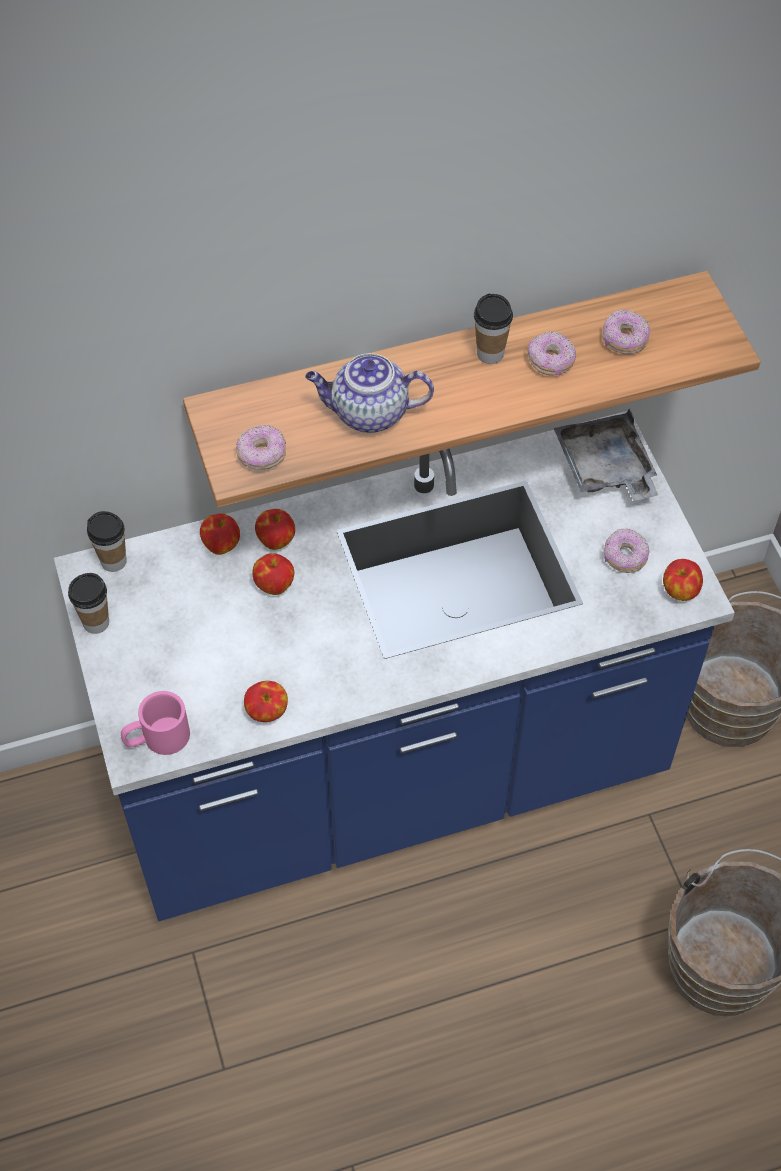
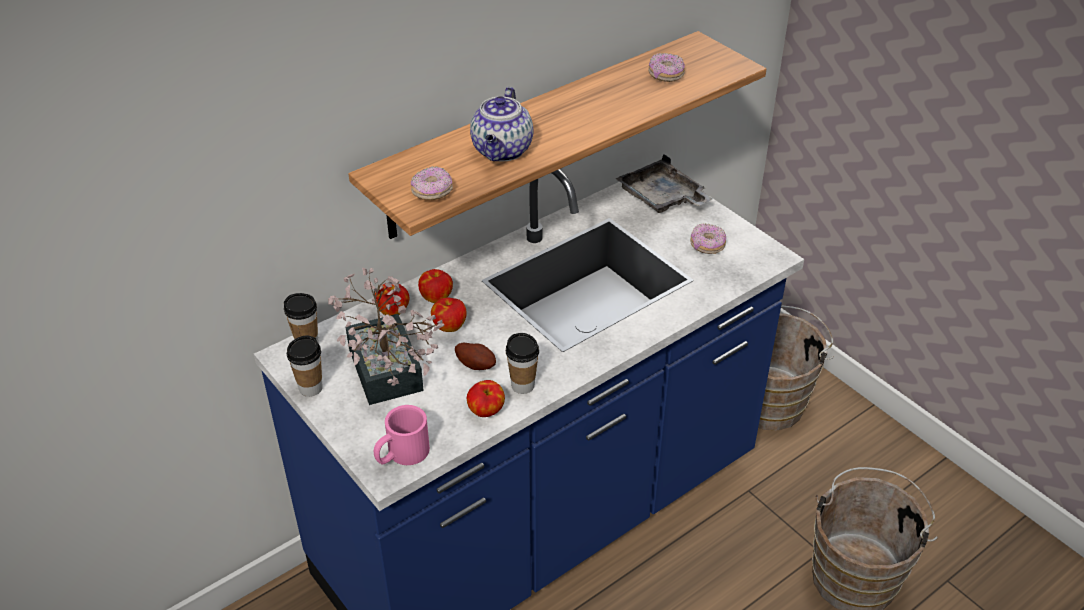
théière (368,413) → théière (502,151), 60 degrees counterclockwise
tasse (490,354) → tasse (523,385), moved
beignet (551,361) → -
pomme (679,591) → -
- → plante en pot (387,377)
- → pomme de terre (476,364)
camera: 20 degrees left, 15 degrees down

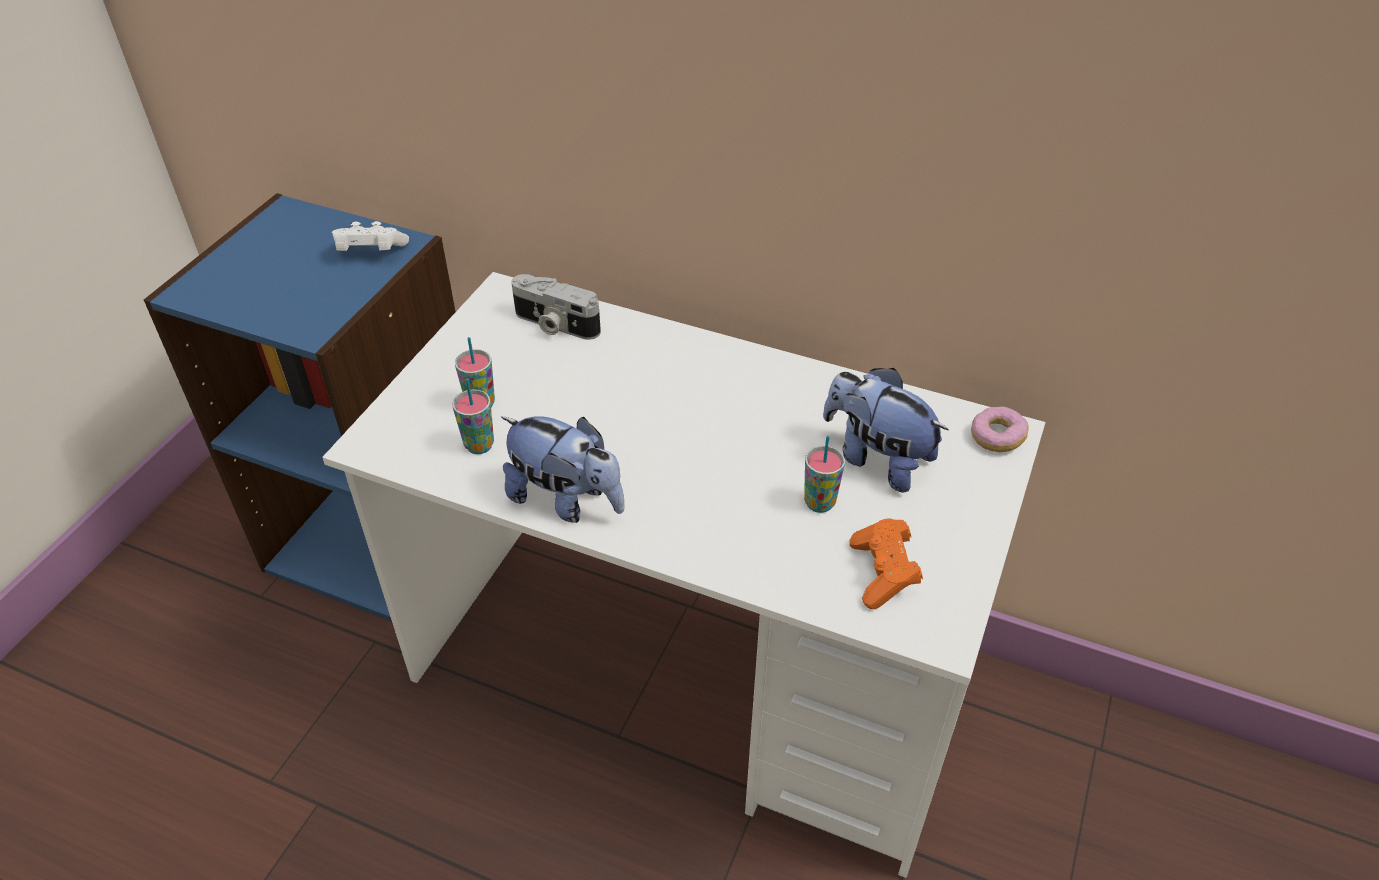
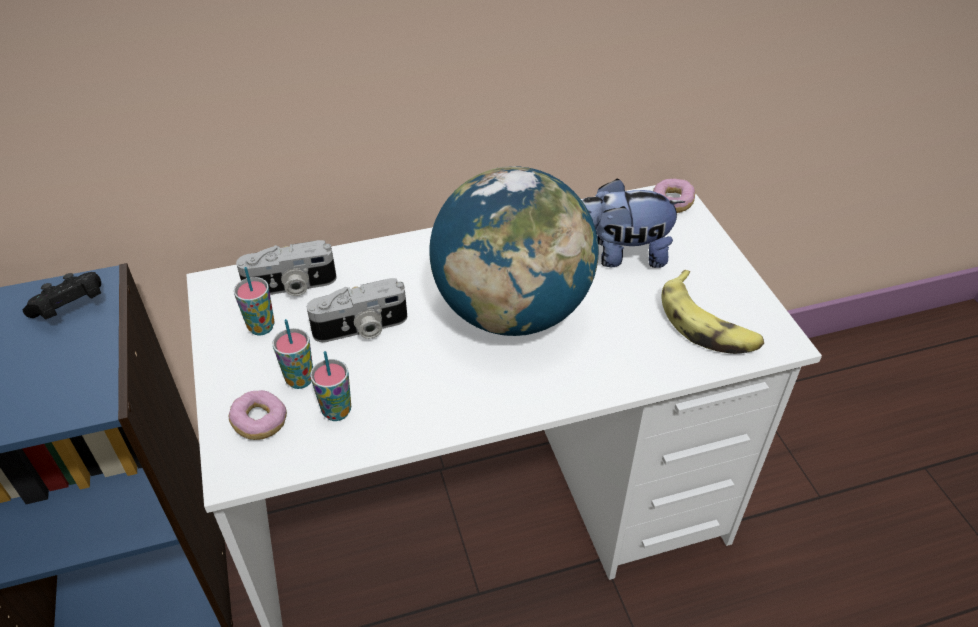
manette [blanc] (370,253) → manette [noir] (71,308)
peluche (566,500) → -
tasse (819,503) → tasse (261,327), moved
manette [orange] (883,574) → banane (708,324)
- → beignet (260,423)
- → appareil photo (361,329)
- → globe (512,311)
camera: 40 degrees left, 0 degrees up

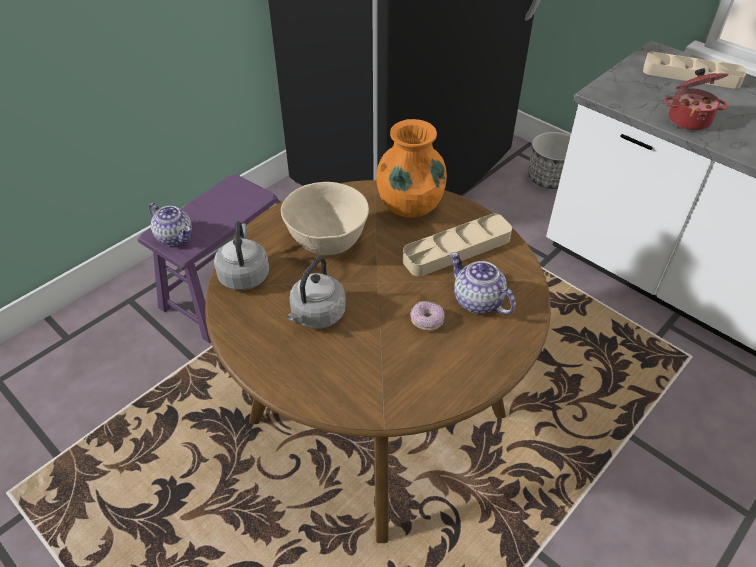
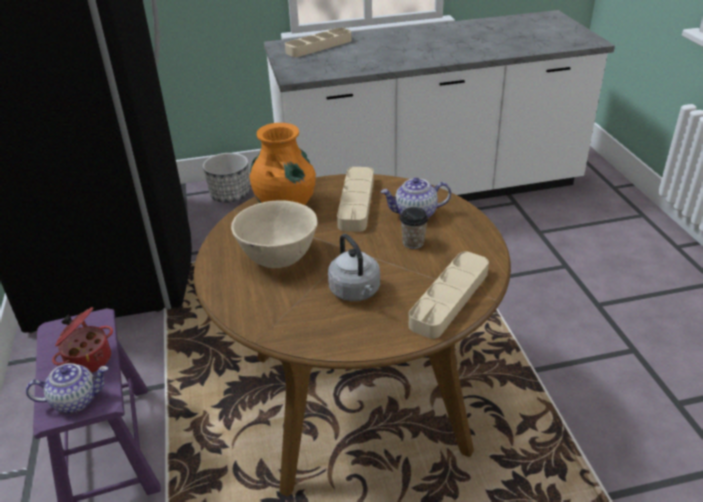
bouilloire [gris] (244,274) → -
beignet (426,321) → tasse (413,243)
marmite (688,119) → marmite (88,359), moved
- → plateau [beige] (449,298)
camera: 55 degrees left, 10 degrees down

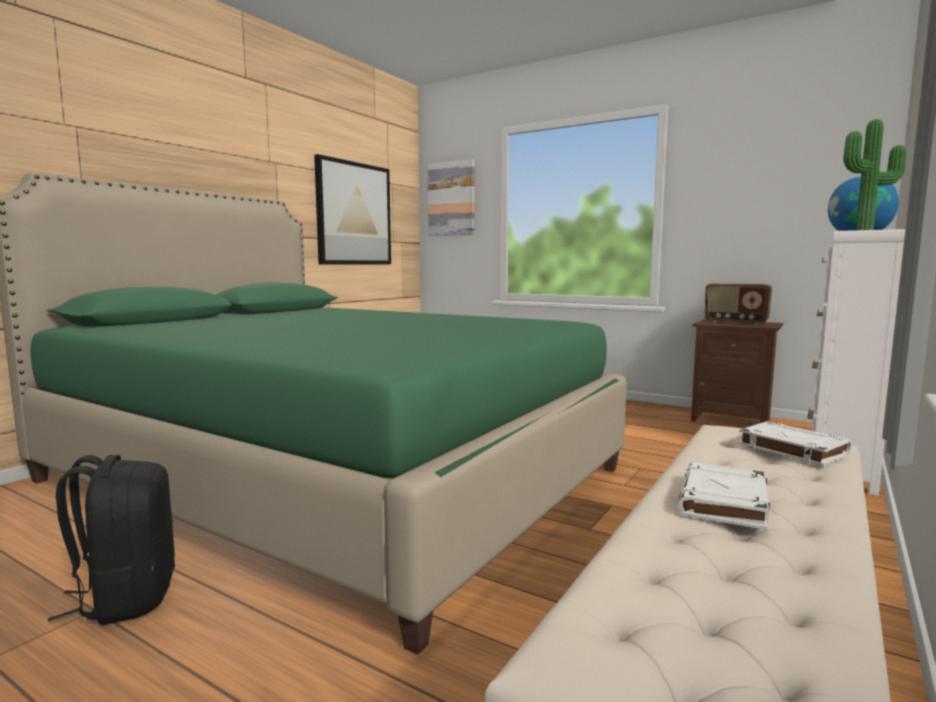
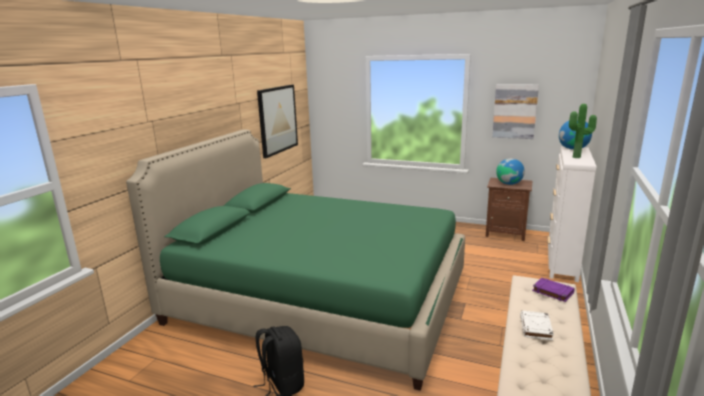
tableau (451,198) → tableau (515,111), moved
radio (736,323) → globe (509,184)
livre [blanc] (791,449) → livre [violet] (552,291)
camera: 10 degrees left, 10 degrees up

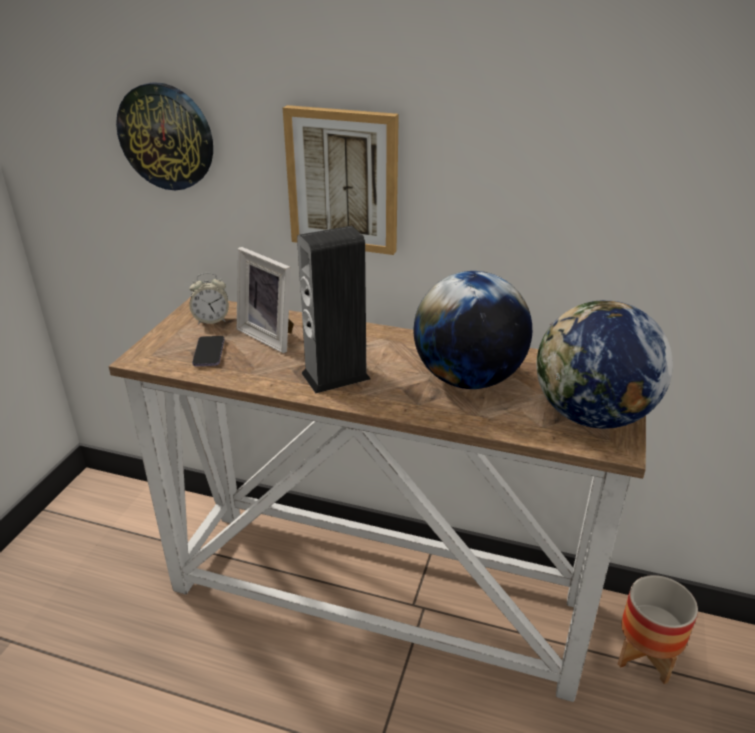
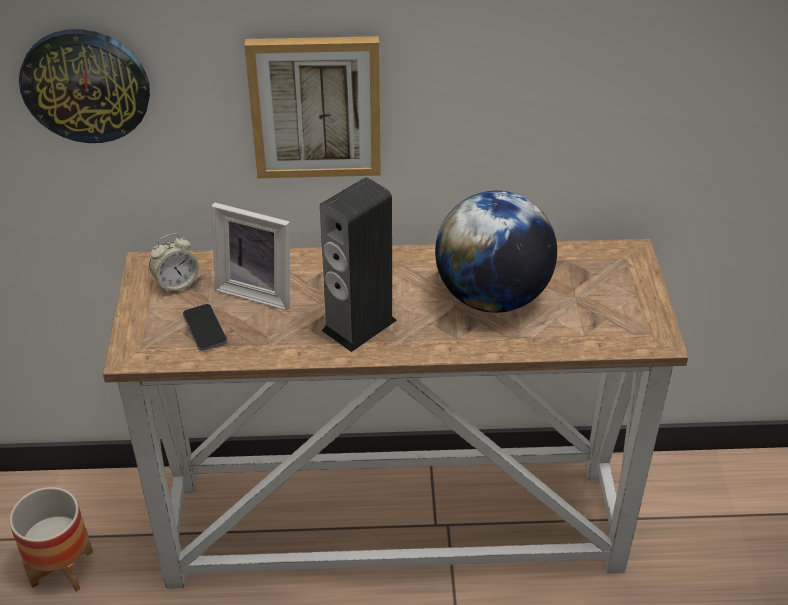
globe (592,416) → -
cache-pot (645,656) → cache-pot (62,568), moved
camera: 20 degrees left, 10 degrees up

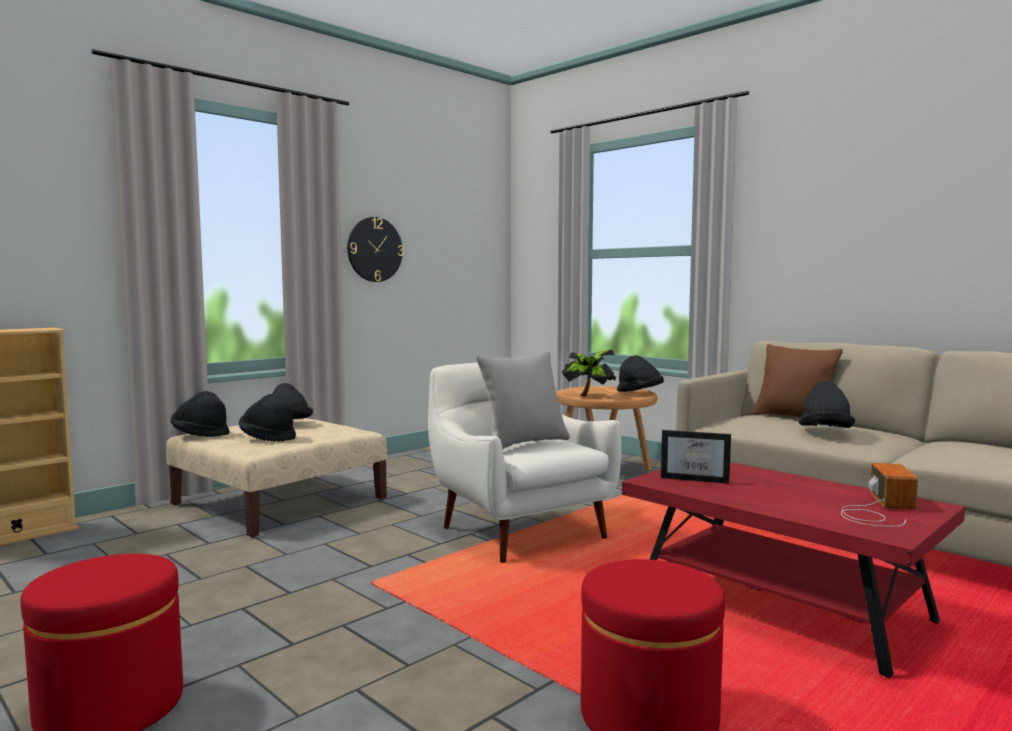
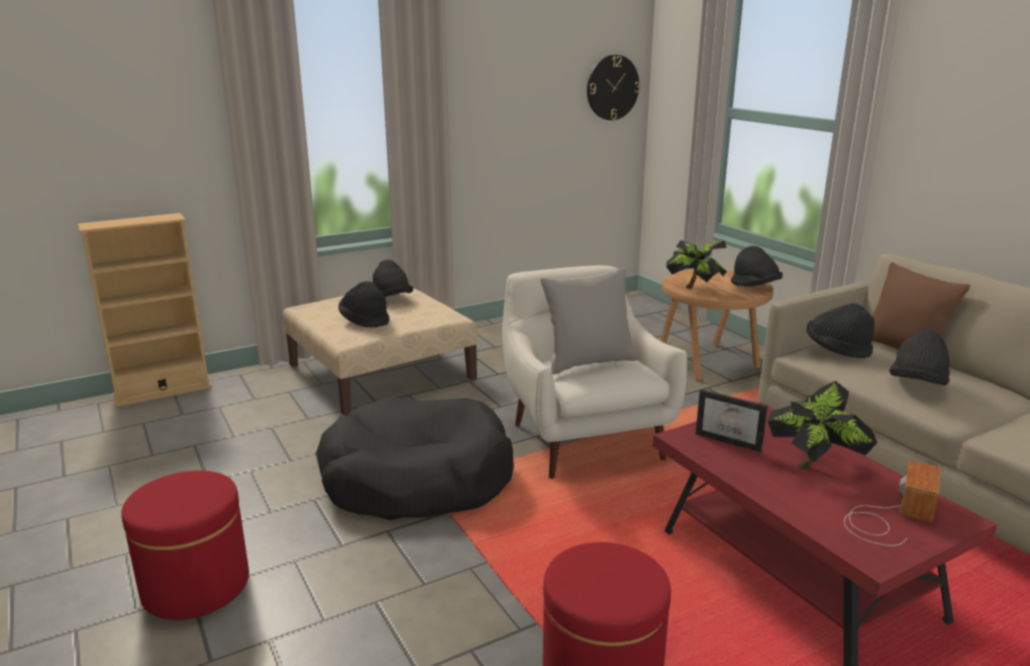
chapeau [noir] (200,434) → chapeau [noir] (837,350), moved
horloge murale (374,249) → horloge murale (612,87), moved
- → panier pour chien [noir] (417,479)
- → plante en pot (815,466)
camera: 15 degrees right, 15 degrees up

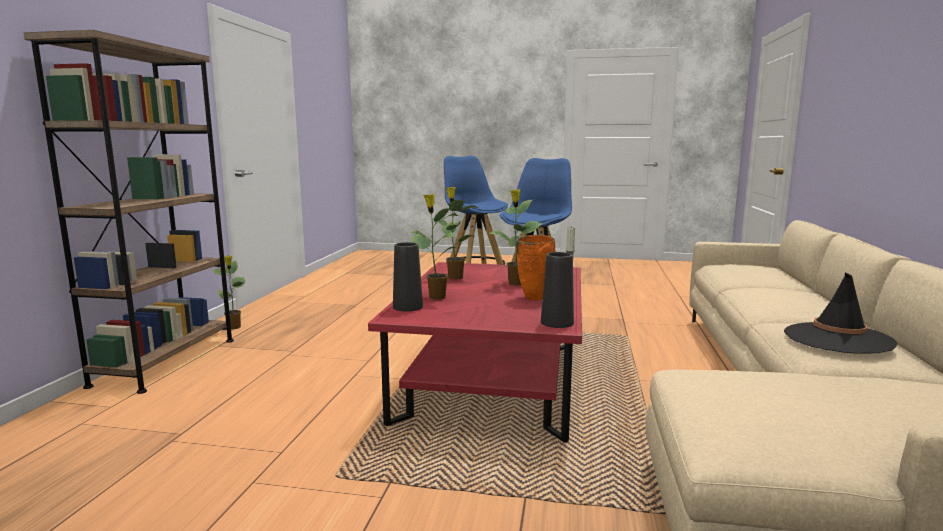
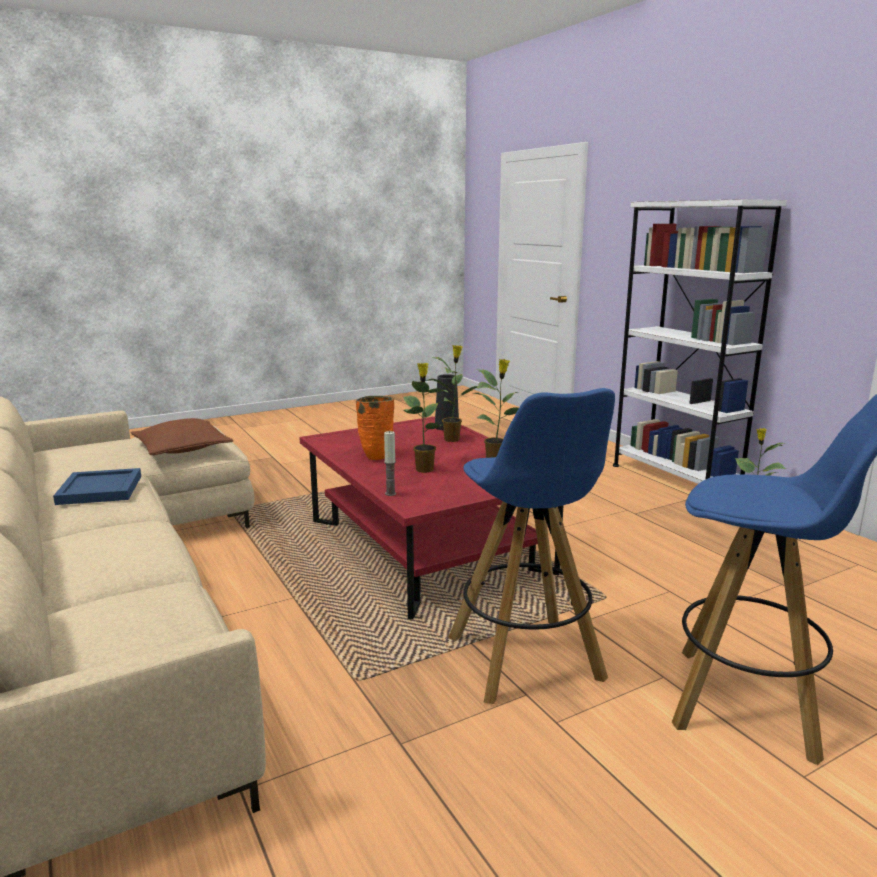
bibliothèque [marron] (166,361) → bibliothèque [blanc] (674,478)
vase [noir] (557,322) → -
chapeau [noir] (837,338) → plateau [bleu] (98,490)
- → coussin [marron] (182,449)
camera: 140 degrees right, 5 degrees up

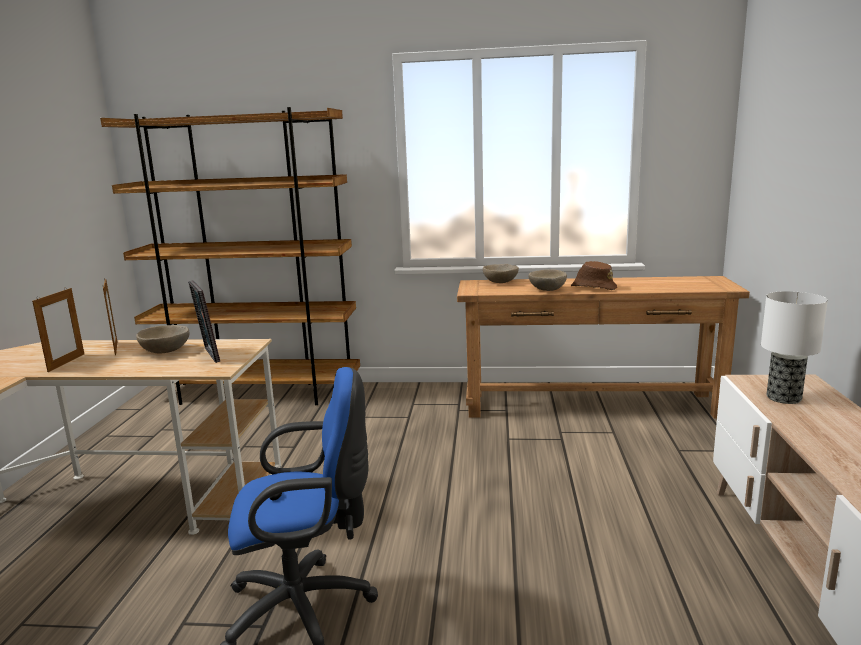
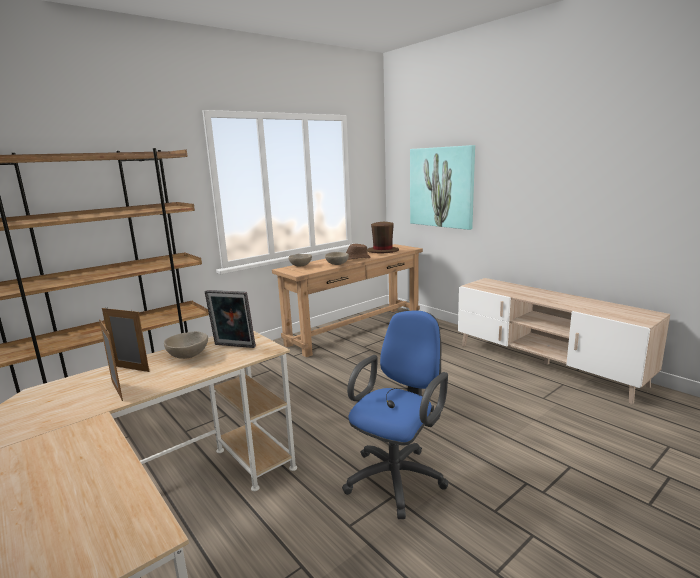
lampe de table (783,397) → -
- → chapeau [marron] (382,251)
- → tableau (441,187)
camera: 45 degrees left, 0 degrees up

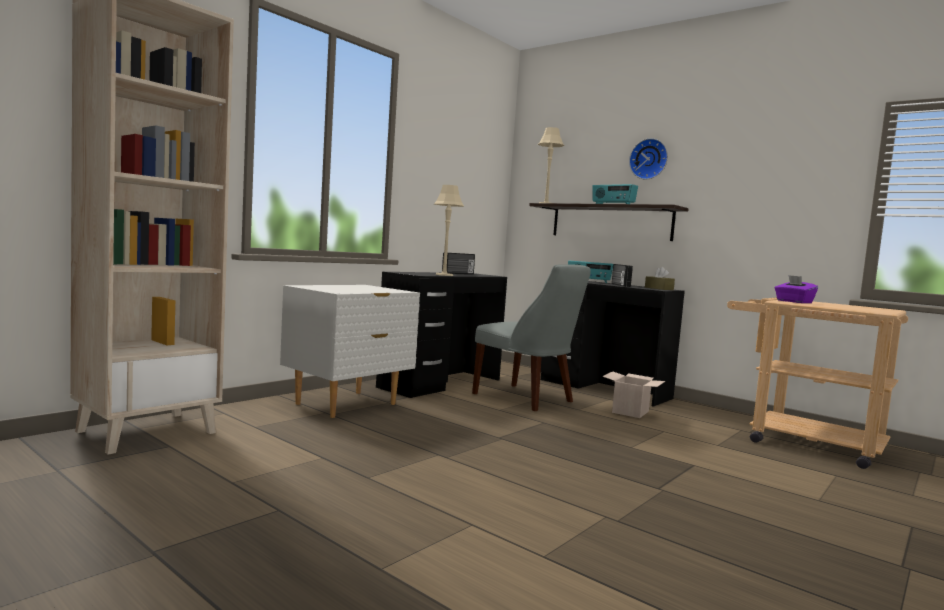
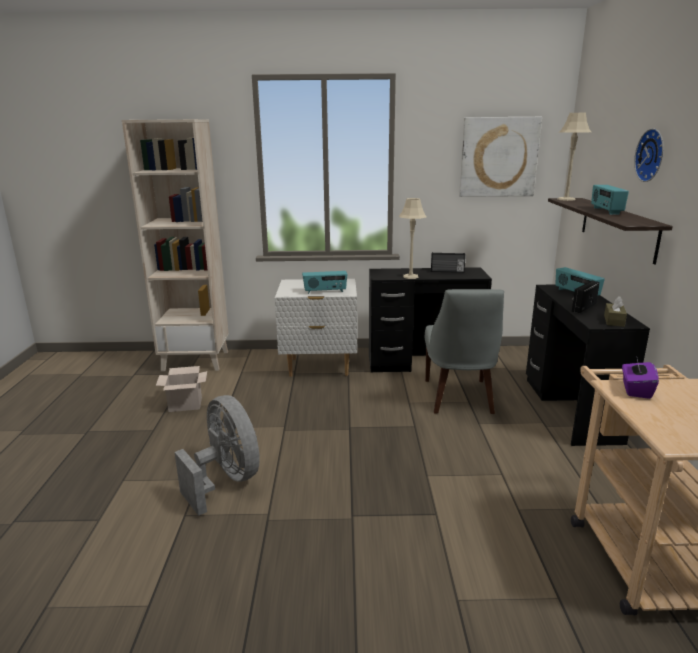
carton (631,412) → carton (184,405), moved
- → ventilateur [gris] (226,480)
- → radio (325,291)
- → tableau (498,157)
camera: 50 degrees right, 15 degrees up

